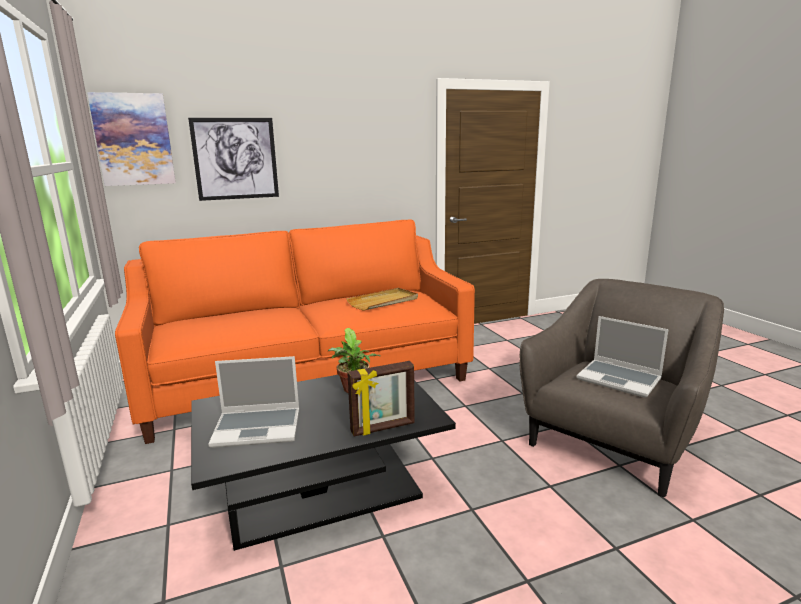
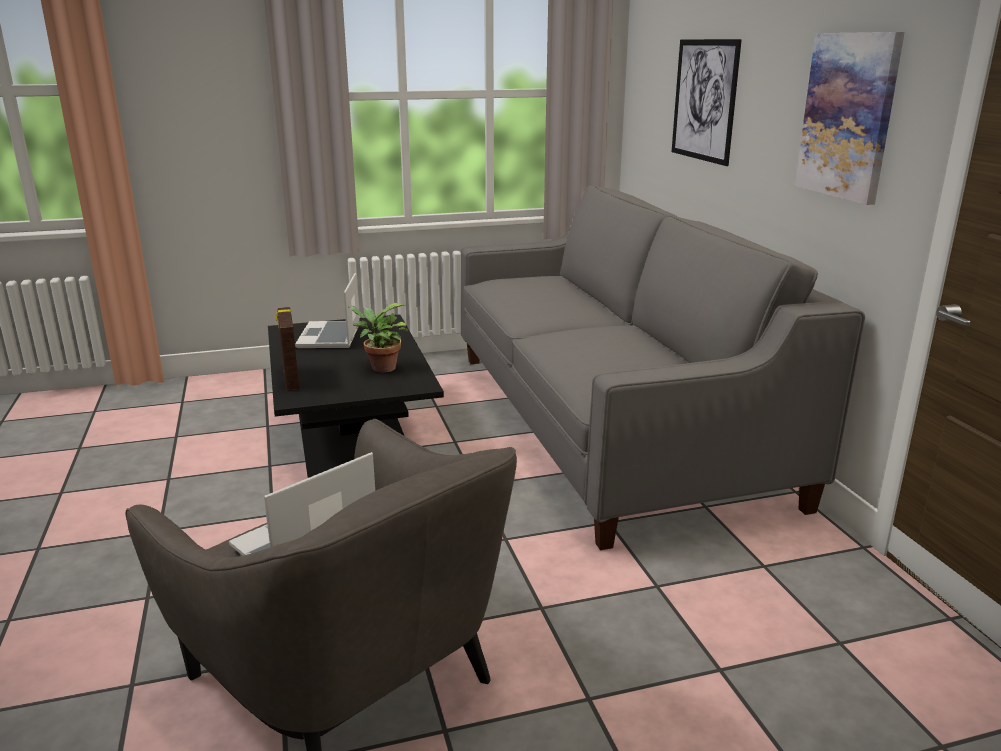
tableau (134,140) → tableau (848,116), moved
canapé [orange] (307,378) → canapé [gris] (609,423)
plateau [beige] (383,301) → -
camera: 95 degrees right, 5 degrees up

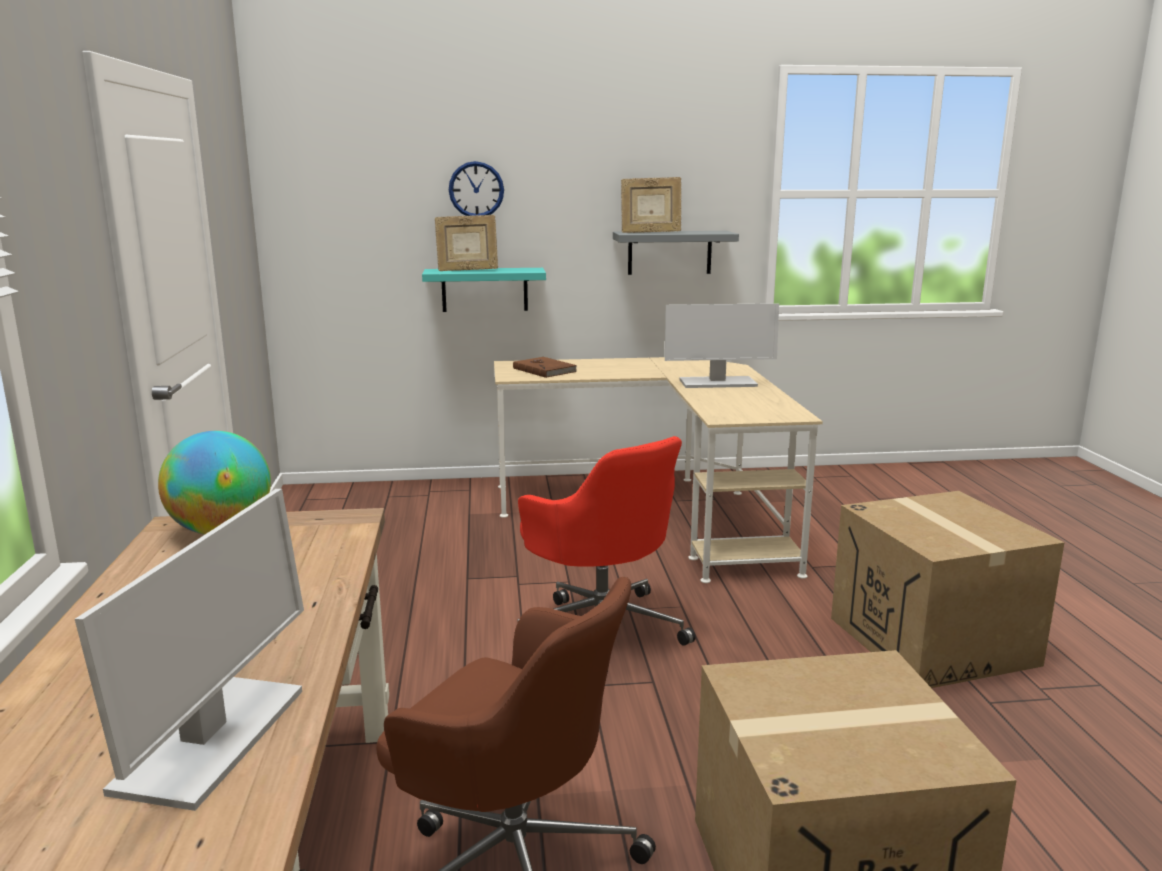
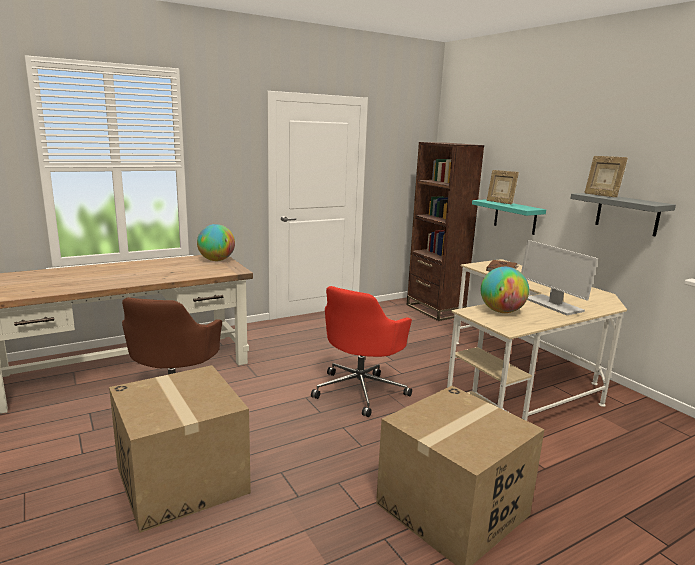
écran d'ordinateur (212,740) → -
horloge murale (476,190) → -
- → bibliothèque [marron] (435,310)
- → globe (501,311)
camera: 65 degrees right, 0 degrees up

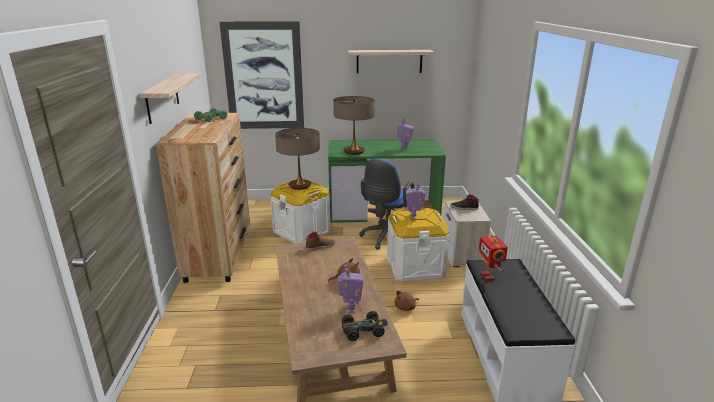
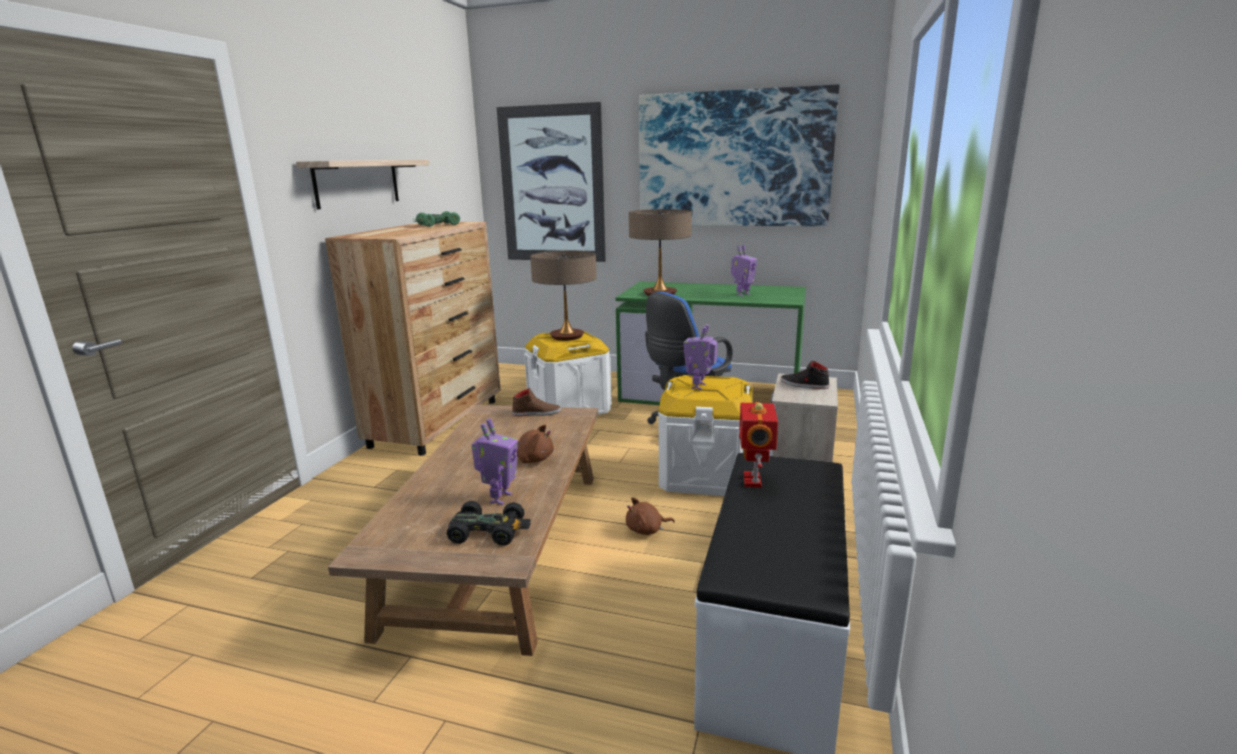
étagère (389,61) → tableau (733,159)
camera: 20 degrees right, 5 degrees down

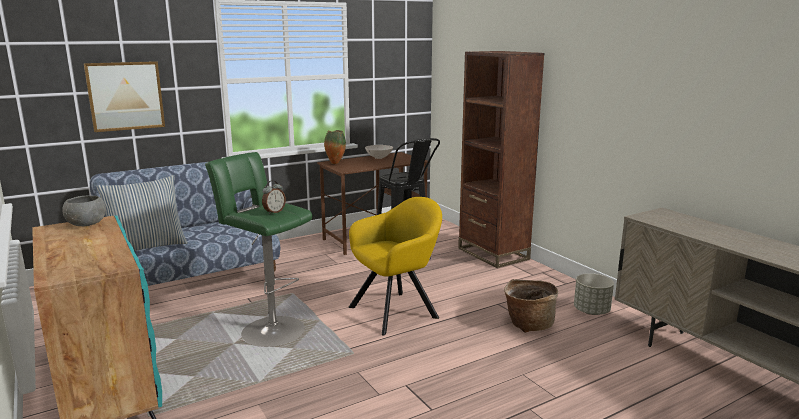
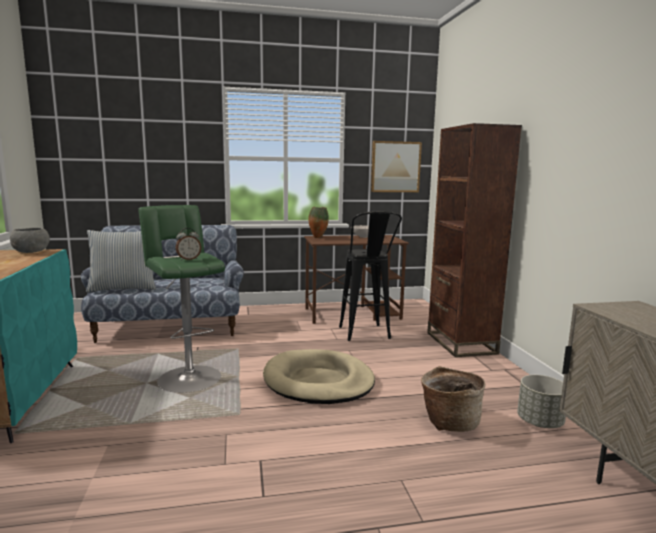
tableau (125,96) → tableau (395,167), moved
fauteuil [jaune] (397,311) → panier pour chien [beige] (318,381)
camera: 20 degrees right, 5 degrees down

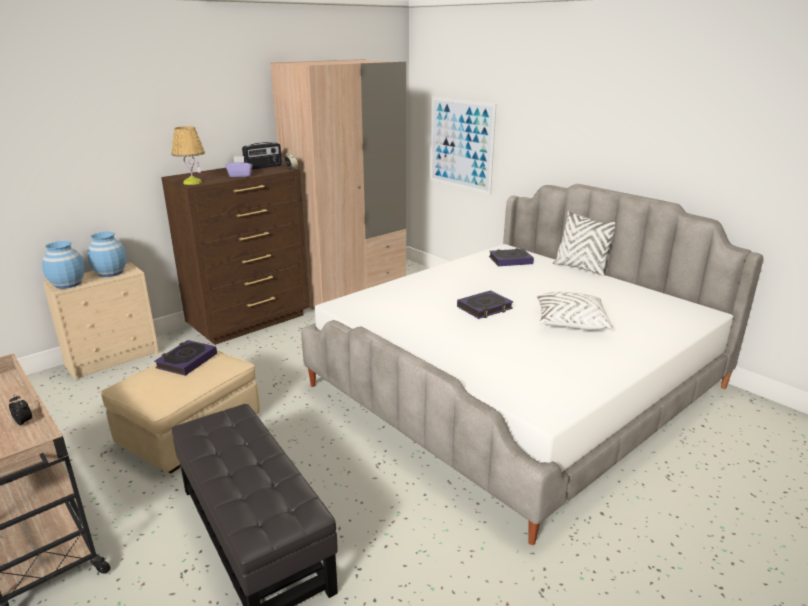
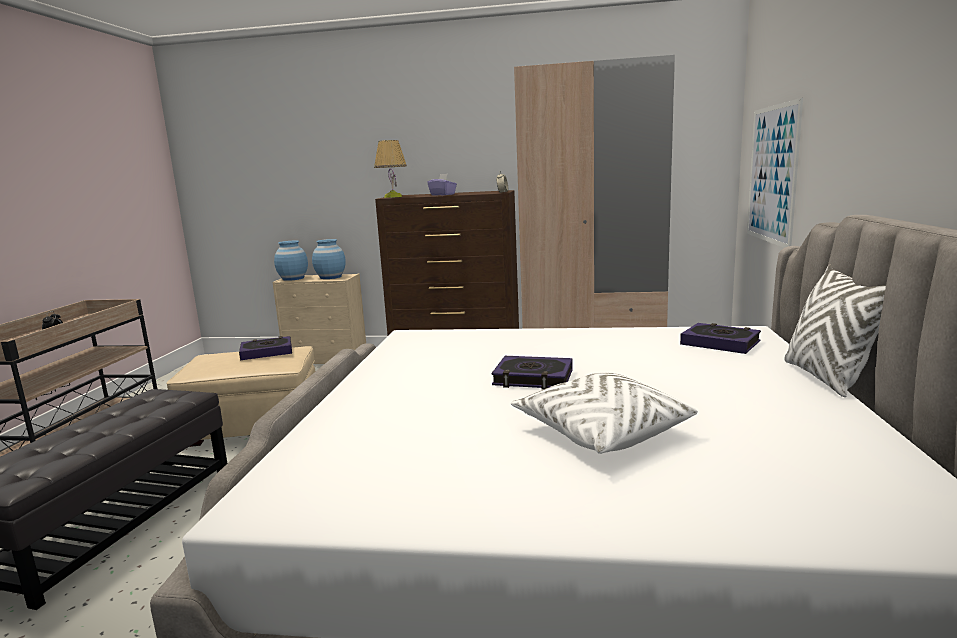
radio (263,167) → -
camera: 50 degrees right, 10 degrees down

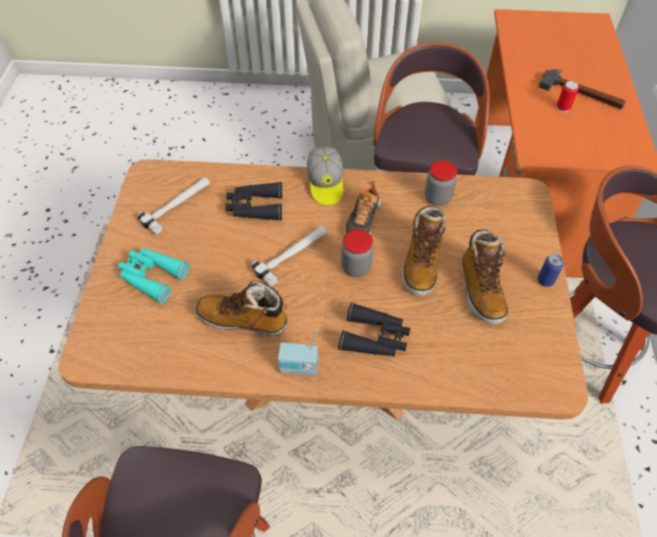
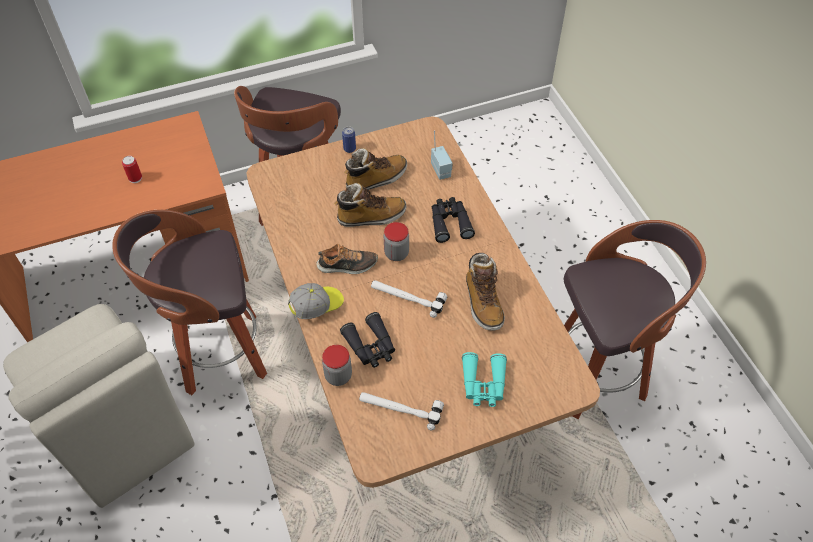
radio (299,368) → radio (441,170), moved
bocal (437,198) → bocal (338,376), moved
marteau (581,93) → -
camera: 115 degrees left, 0 degrees up

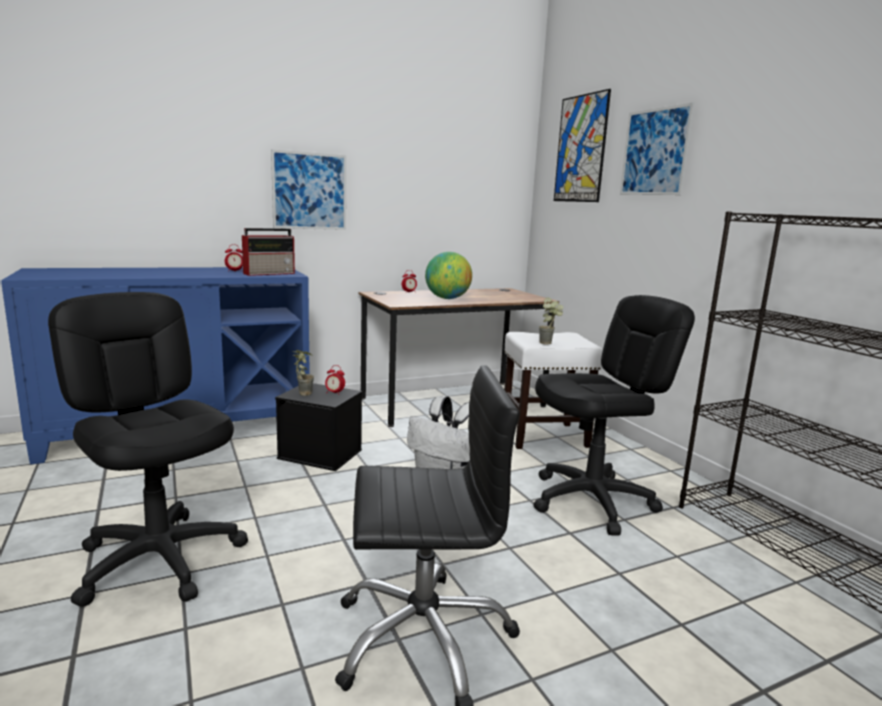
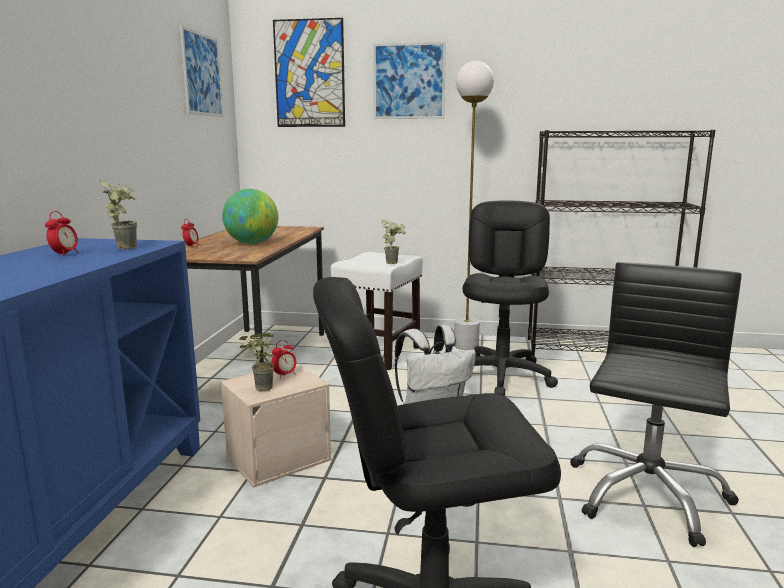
radio (270,273) → plante en pot (126,247)
tableau (309,191) → tableau (202,74), moved
boîte de rangement [noir] (321,454) → boîte de rangement [beige] (279,457)
- → lampadaire [blanc] (466,346)
camera: 55 degrees left, 0 degrees up

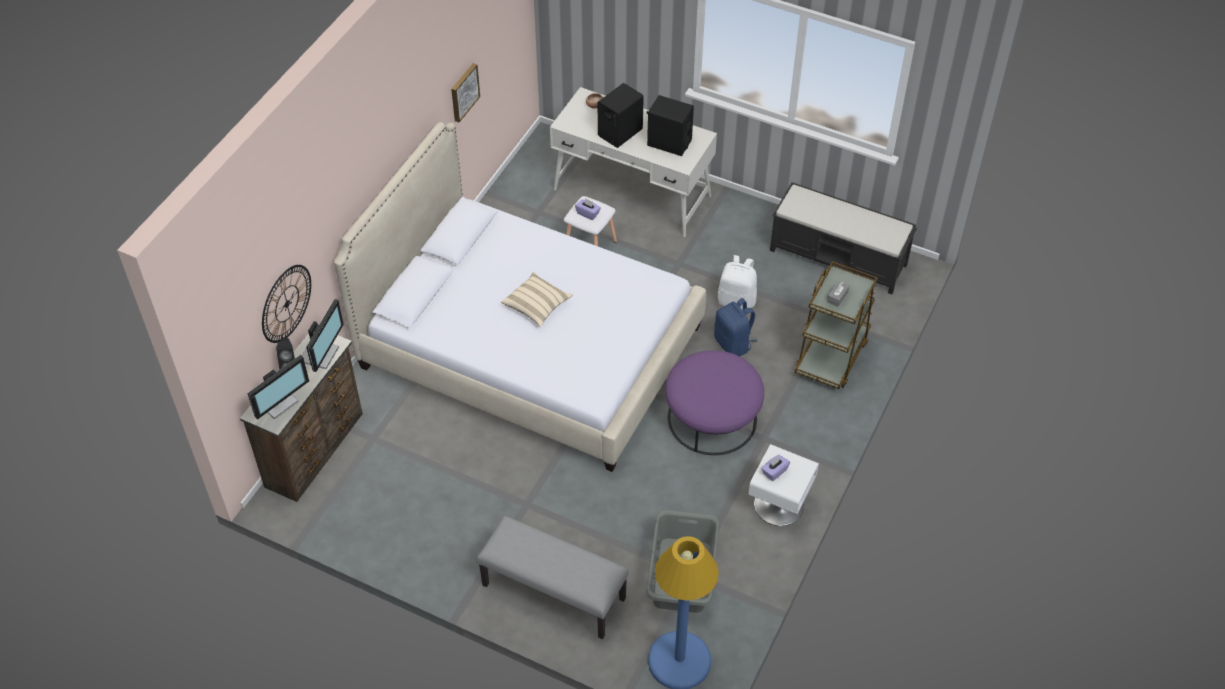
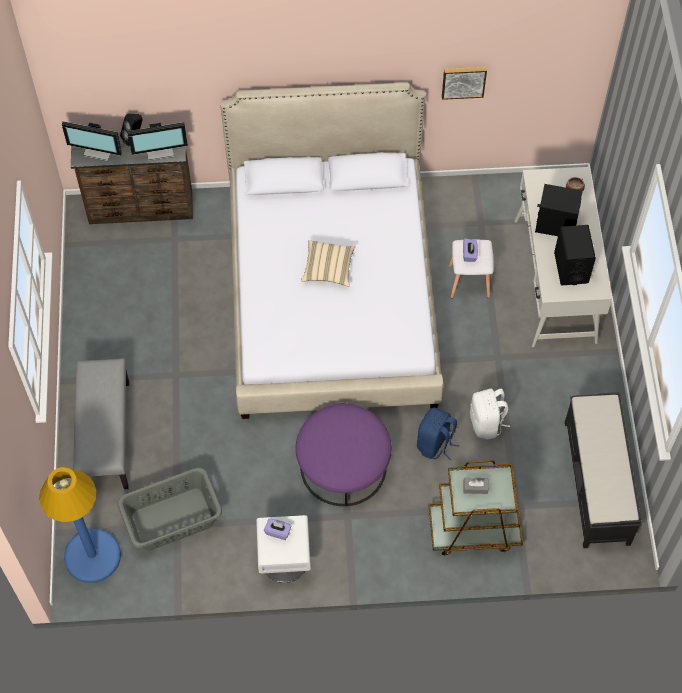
horloge murale (286,303) → -
camera: 60 degrees right, 10 degrees up

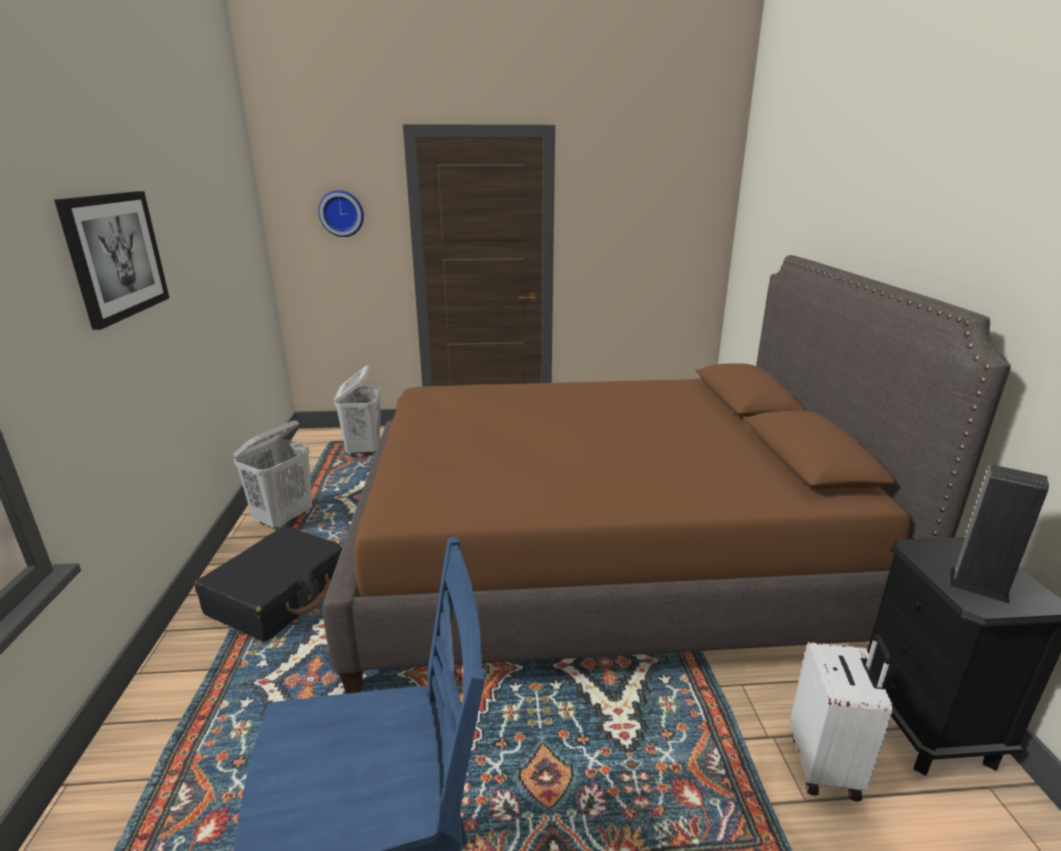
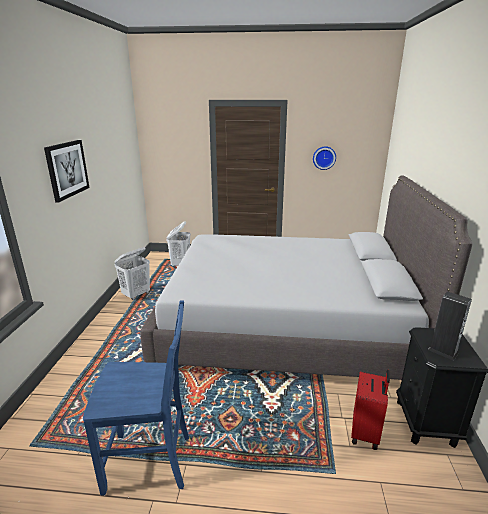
valise [noir] (280,595) → -
horloge murale (342,213) → horloge murale (324,157), moved
lit [marron] (600,558) → lit [gris] (285,328)
valise [blanc] (825,765) → valise [rouge] (366,433)
camera: 10 degrees right, 0 degrees up

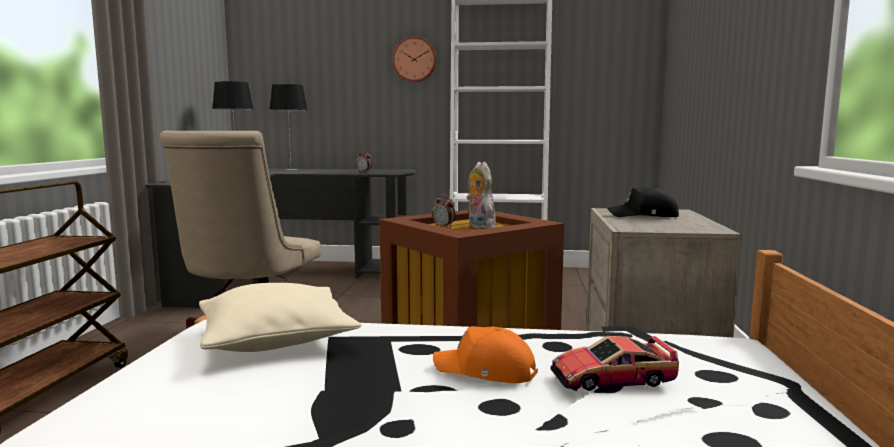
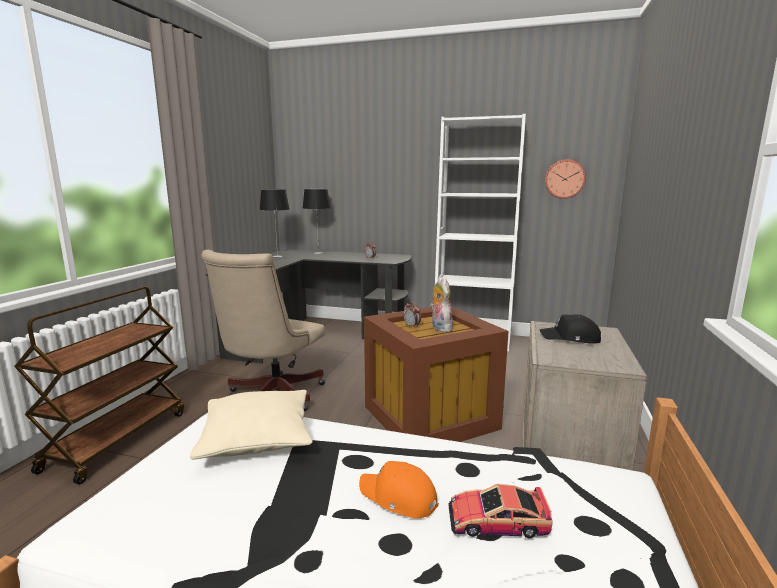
horloge murale (414,59) → horloge murale (564,179), moved
camera: 10 degrees right, 5 degrees up

